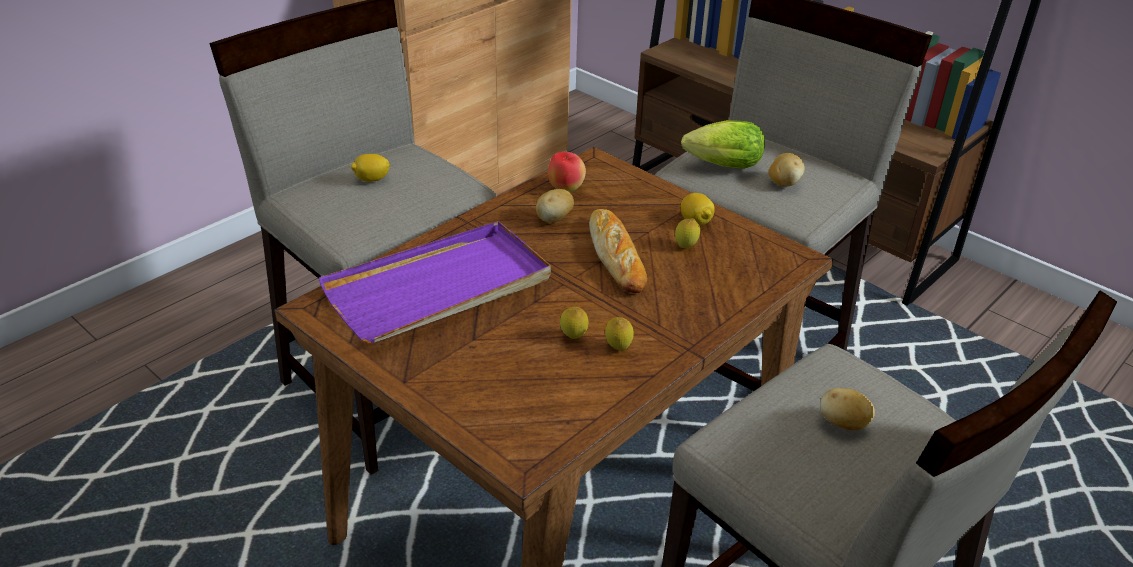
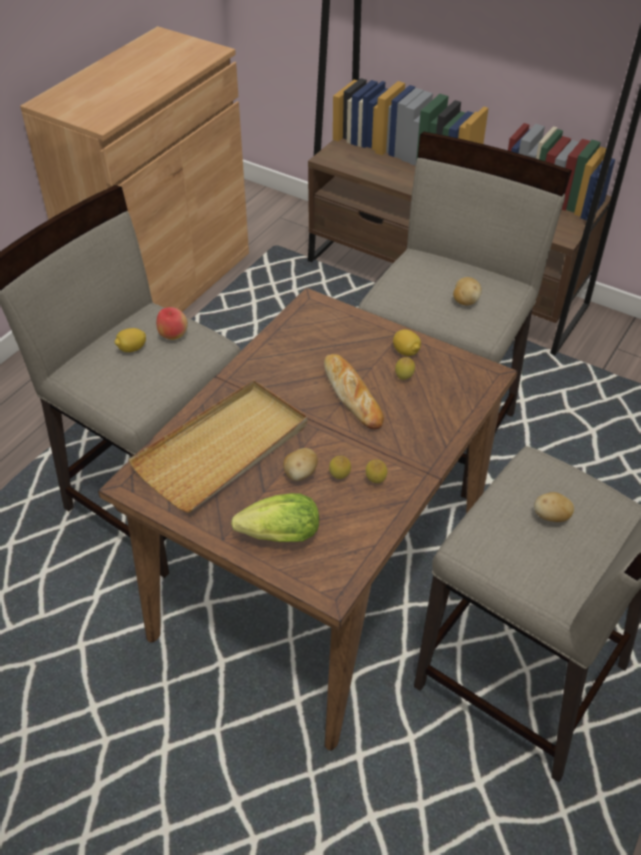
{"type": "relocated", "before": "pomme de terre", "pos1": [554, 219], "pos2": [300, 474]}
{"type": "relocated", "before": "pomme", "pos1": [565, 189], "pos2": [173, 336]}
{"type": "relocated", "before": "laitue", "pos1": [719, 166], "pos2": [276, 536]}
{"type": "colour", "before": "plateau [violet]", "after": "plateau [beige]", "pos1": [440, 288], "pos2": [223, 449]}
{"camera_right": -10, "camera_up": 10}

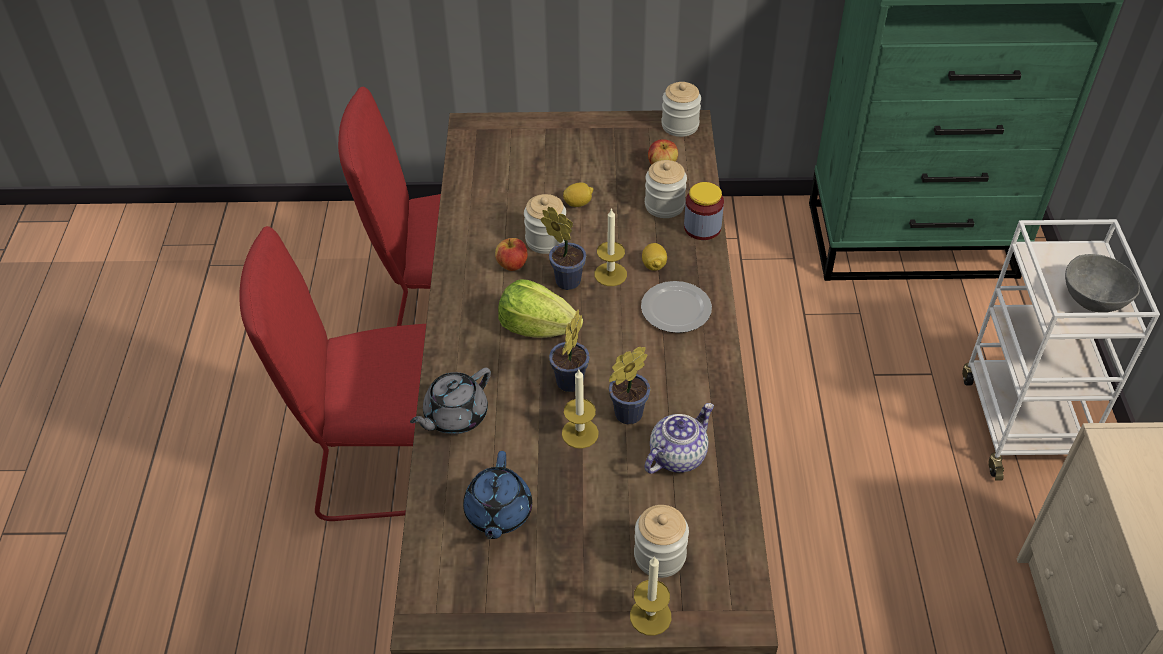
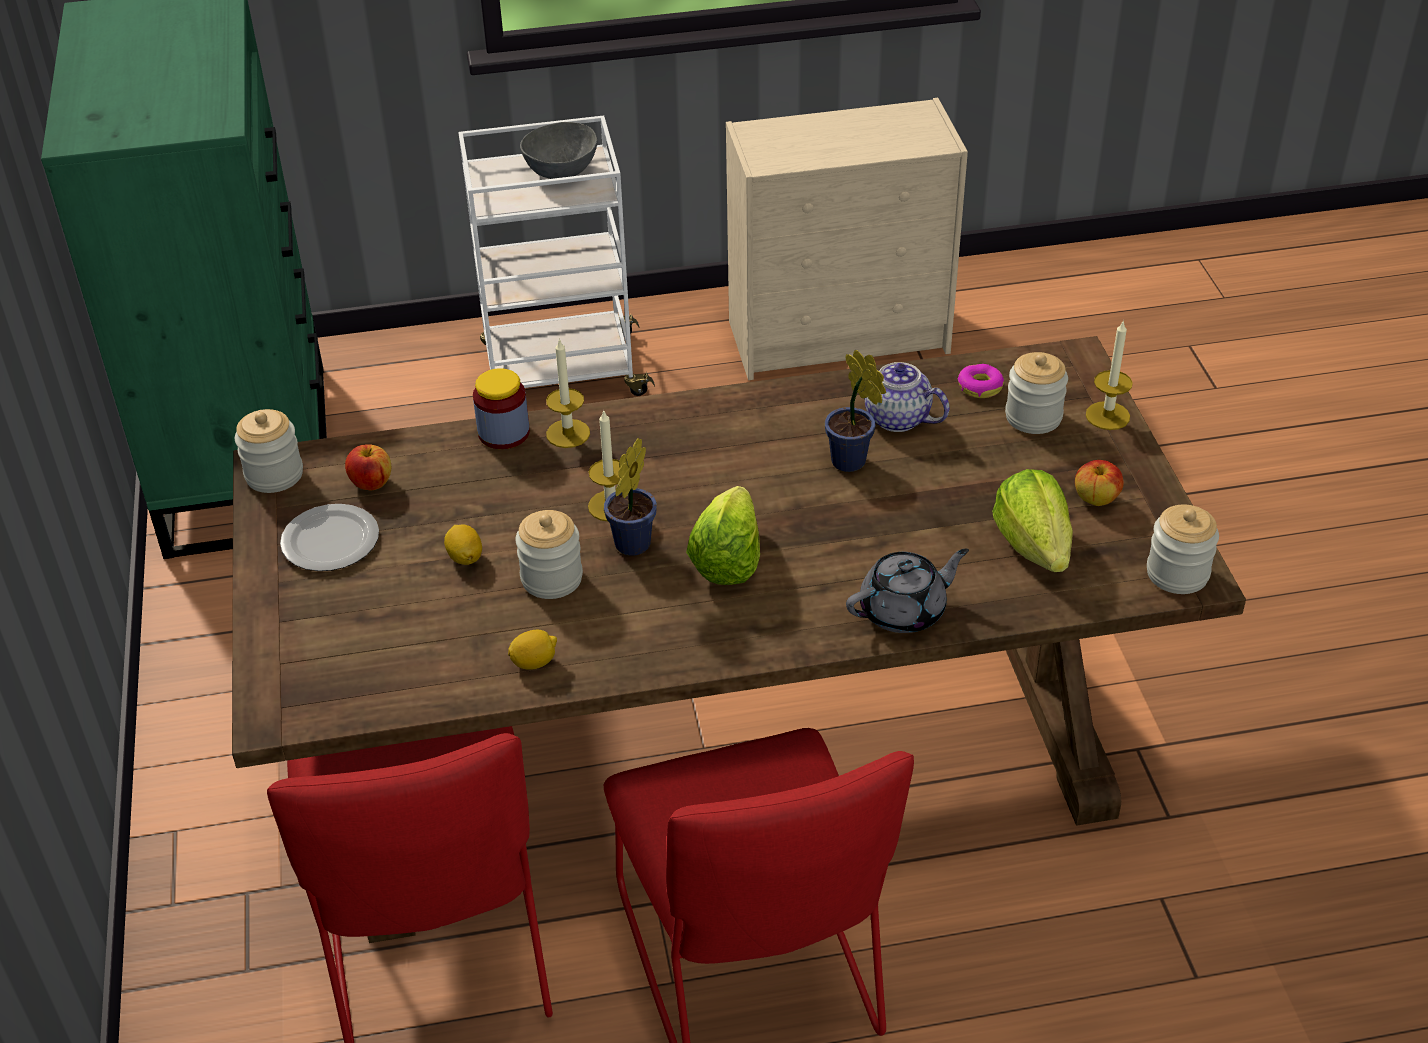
{"type": "missing", "before": "plante en pot", "pos1": [568, 385]}
{"type": "appeared", "after": "beignet", "pos2": [980, 387]}
{"type": "relocated", "before": "pomme", "pos1": [512, 265], "pos2": [1096, 499]}
{"type": "relocated", "before": "bougie", "pos1": [580, 433], "pos2": [568, 433]}
{"type": "relocated", "before": "assiette", "pos1": [675, 309], "pos2": [329, 542]}
{"type": "relocated", "before": "citron", "pos1": [654, 265], "pos2": [534, 662]}
{"type": "relocated", "before": "bocal", "pos1": [664, 205], "pos2": [1177, 573]}
{"type": "exchanged", "before": "théière [bleu]", "after": "laitue", "pos1": [498, 513], "pos2": [1034, 545]}
{"type": "spun", "before": "théière [gris]", "pos1": [454, 416], "pos2": [904, 611], "turn": -60}
{"camera_right": -100, "camera_up": -5}

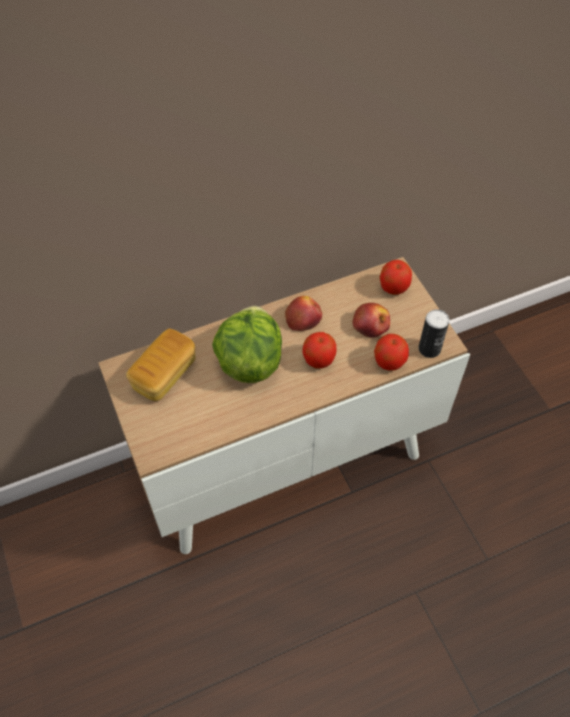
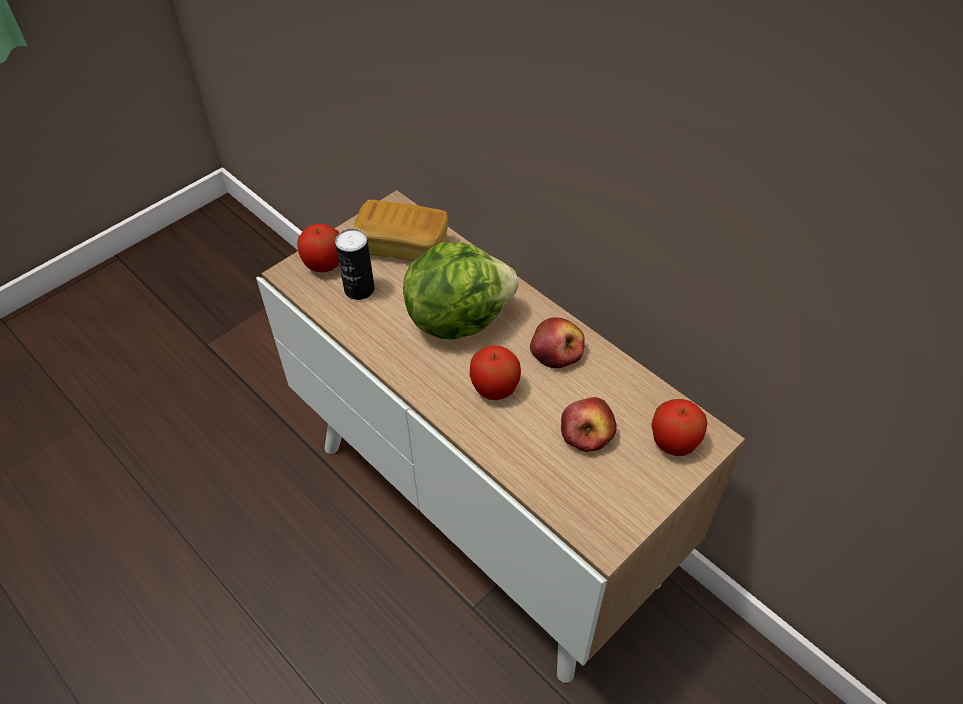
{"type": "relocated", "before": "pomme", "pos1": [389, 362], "pos2": [324, 264]}
{"type": "relocated", "before": "boîte métallique", "pos1": [429, 349], "pos2": [359, 289]}
{"camera_right": 70, "camera_up": -5}

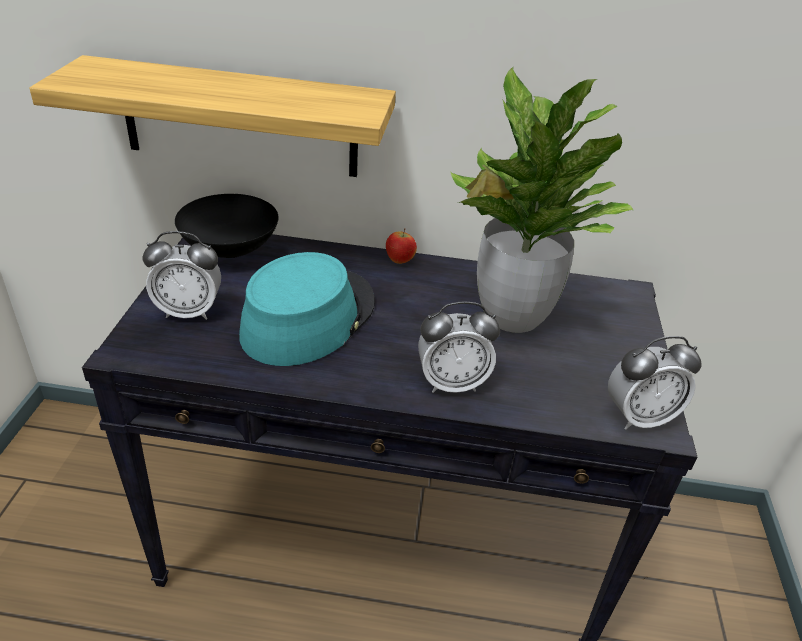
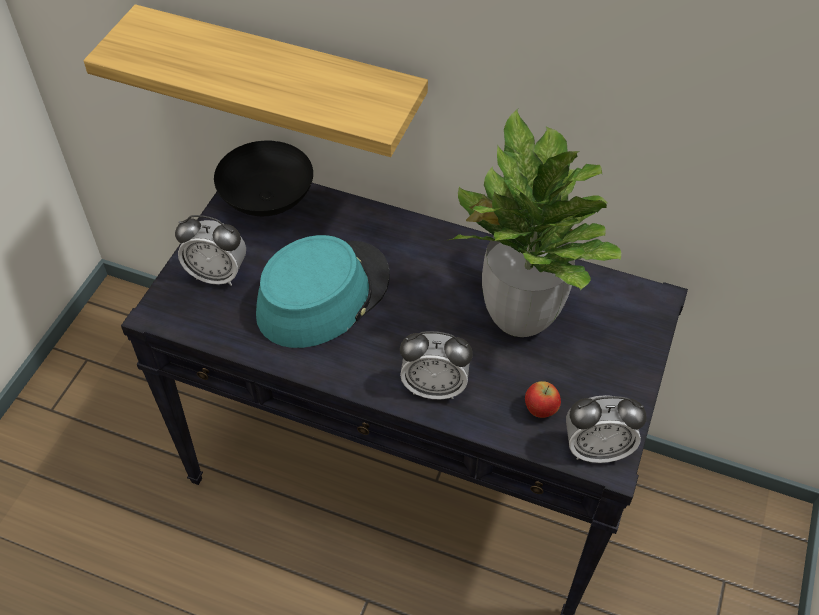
{"type": "relocated", "before": "pomme", "pos1": [399, 261], "pos2": [540, 410]}
{"camera_right": 15, "camera_up": 15}

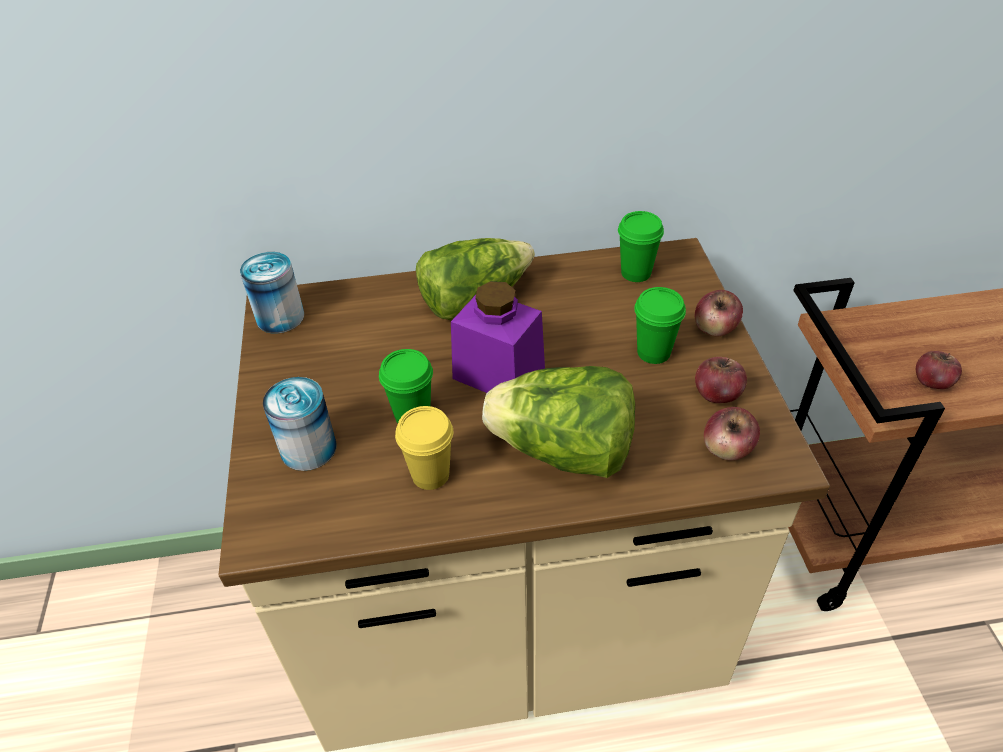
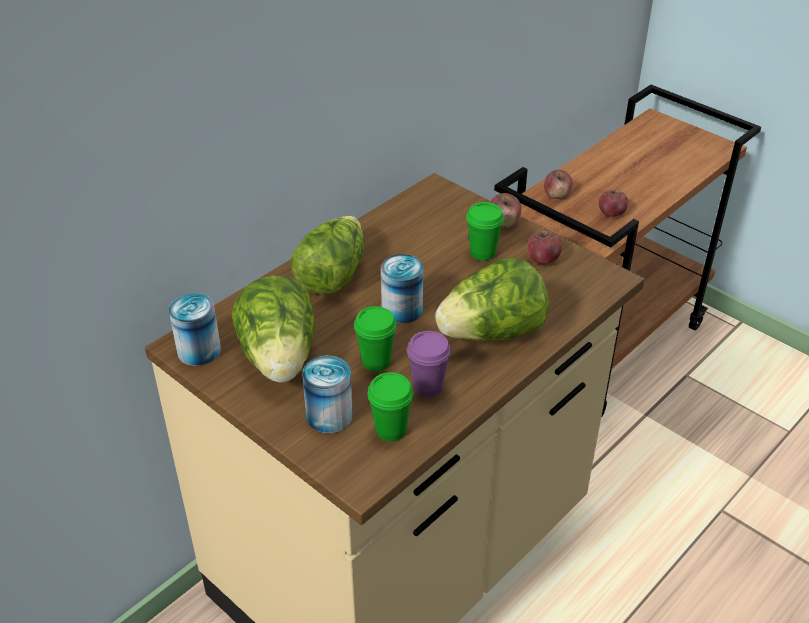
{"type": "appeared", "after": "laitue", "pos2": [280, 359]}
{"type": "relocated", "before": "tasse [vert]", "pos1": [636, 273], "pos2": [390, 430]}
{"type": "relocated", "before": "pomme", "pos1": [727, 449], "pos2": [556, 195]}
{"type": "exchanged", "before": "bocal [violet]", "after": "boîte métallique", "pos1": [498, 373], "pos2": [402, 310]}
{"type": "colour", "before": "tasse [jaune]", "after": "tasse [violet]", "pos1": [430, 475], "pos2": [428, 387]}
{"camera_right": -40, "camera_up": -5}

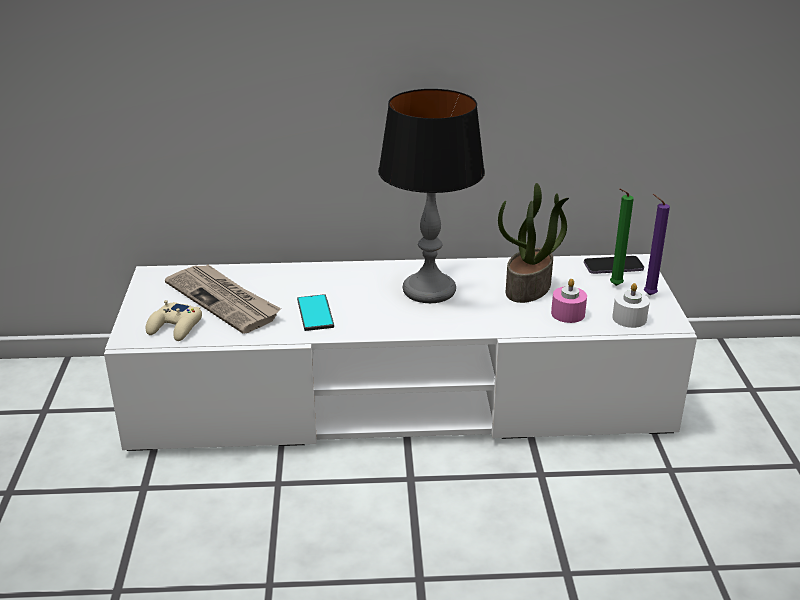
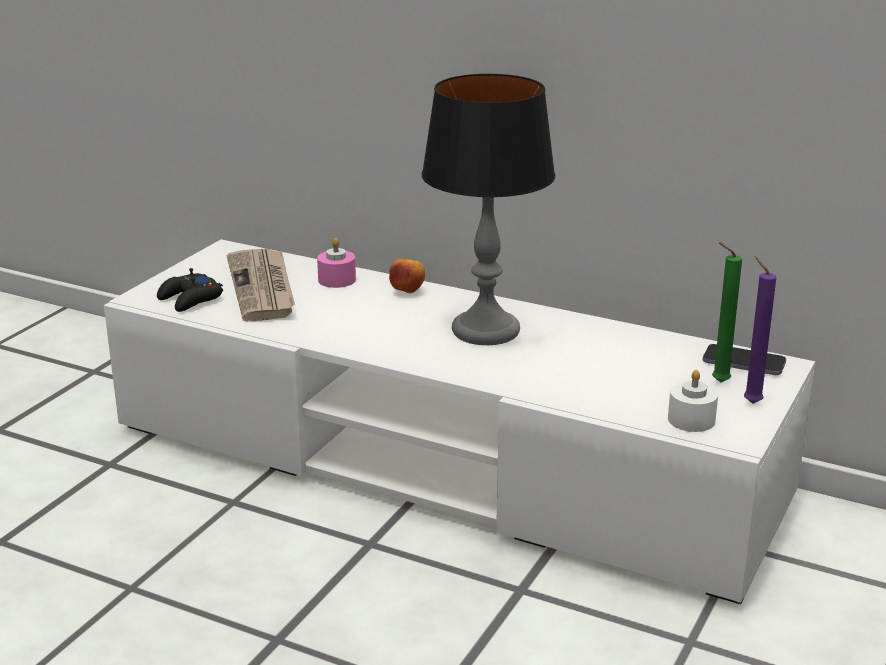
{"type": "missing", "before": "téléphone", "pos1": [315, 313]}
{"type": "missing", "before": "plante en pot", "pos1": [529, 289]}
{"type": "appeared", "after": "pomme", "pos2": [407, 292]}
{"type": "relocated", "before": "bougie [rose]", "pos1": [568, 314], "pos2": [337, 280]}
{"type": "colour", "before": "manette [beige]", "after": "manette [noir]", "pos1": [175, 327], "pos2": [190, 299]}
{"camera_right": 30, "camera_up": -5}

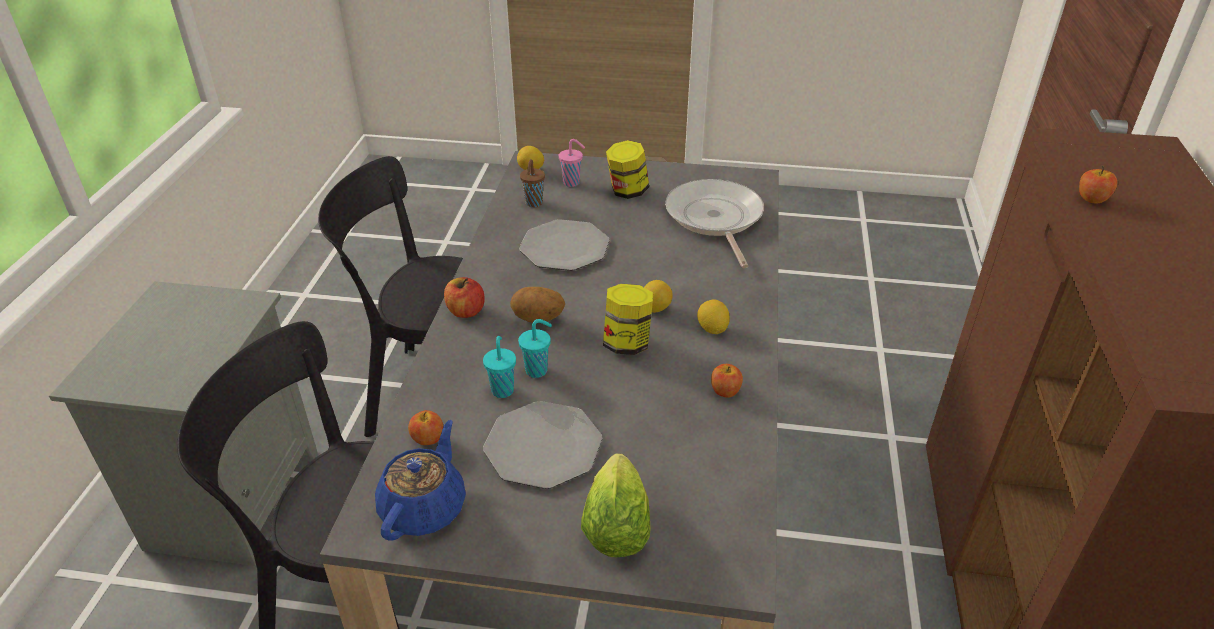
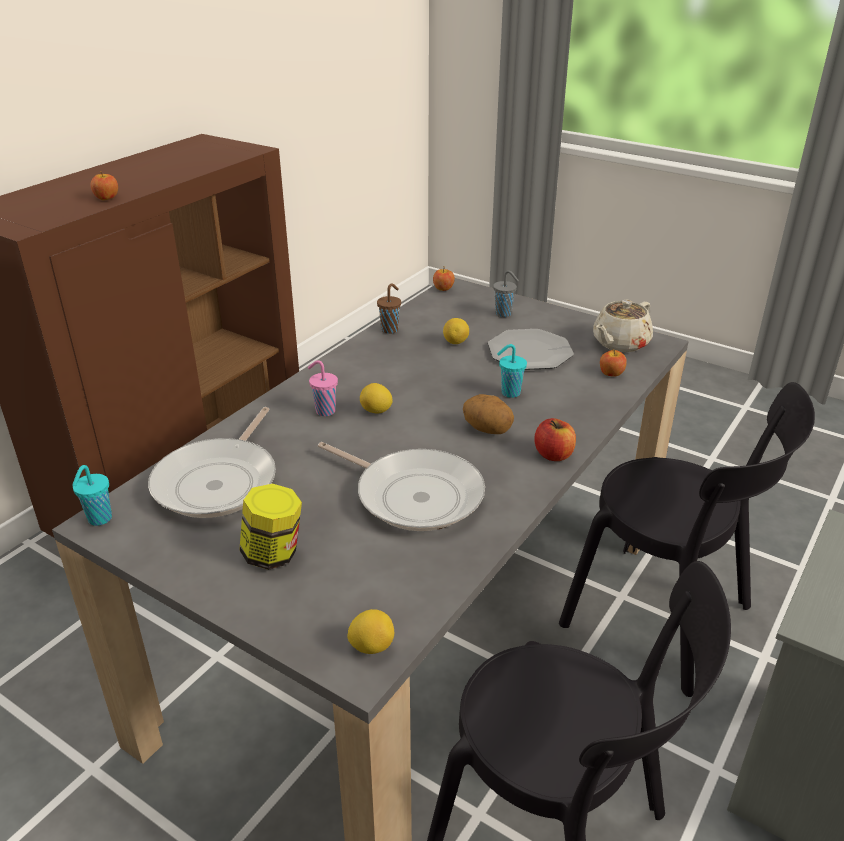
{"type": "missing", "before": "bocal", "pos1": [627, 343]}
{"type": "relocated", "before": "tasse [turquoise]", "pos1": [502, 389], "pos2": [98, 519]}
{"type": "relocated", "before": "tasse [marron]", "pos1": [533, 203], "pos2": [390, 329]}
{"type": "relocated", "before": "tasse [rose]", "pos1": [572, 183], "pos2": [324, 411]}
{"type": "relocated", "before": "citron", "pos1": [712, 329], "pos2": [456, 342]}
{"type": "relocated", "before": "pomme", "pos1": [725, 391], "pos2": [443, 289]}
{"type": "exchanged", "before": "assiette", "after": "poêle", "pos1": [564, 247], "pos2": [414, 495]}
{"type": "exchanged", "before": "laitue", "after": "tasse [gris]", "pos1": [616, 522], "pos2": [504, 314]}
{"type": "colour", "before": "théière [bleu]", "after": "théière [beige]", "pos1": [424, 507], "pos2": [619, 343]}
{"camera_right": -155, "camera_up": -5}

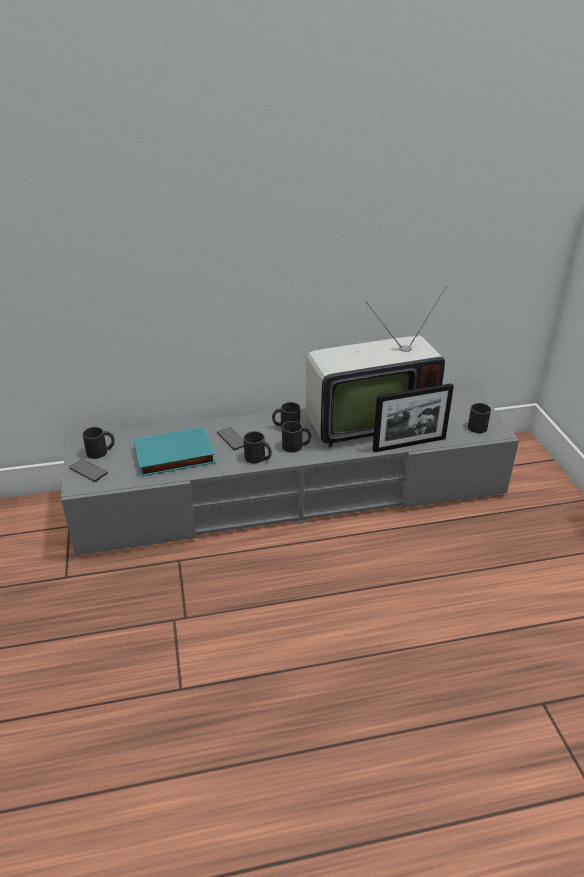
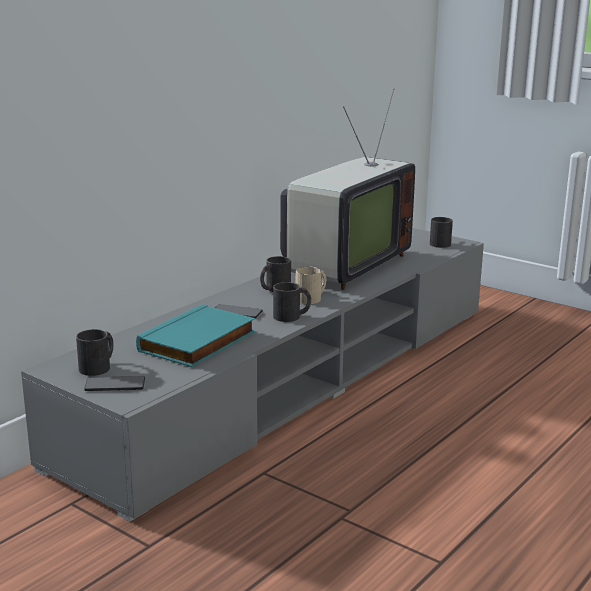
{"type": "missing", "before": "cadre photo", "pos1": [409, 444]}
{"type": "colour", "before": "mug [noir]", "after": "mug [beige]", "pos1": [296, 446], "pos2": [312, 298]}
{"camera_right": -40, "camera_up": -15}

